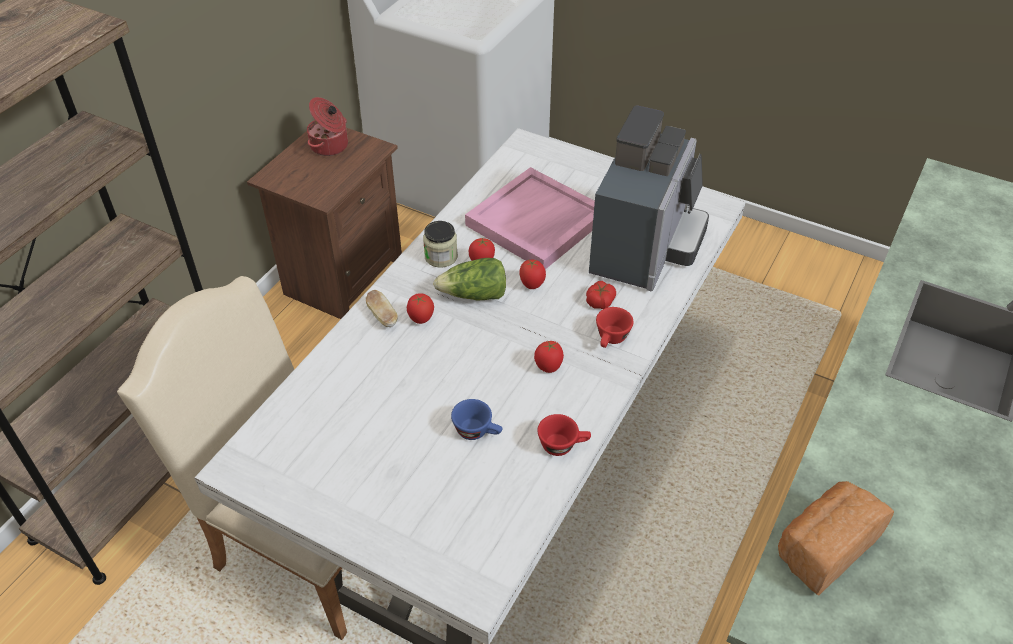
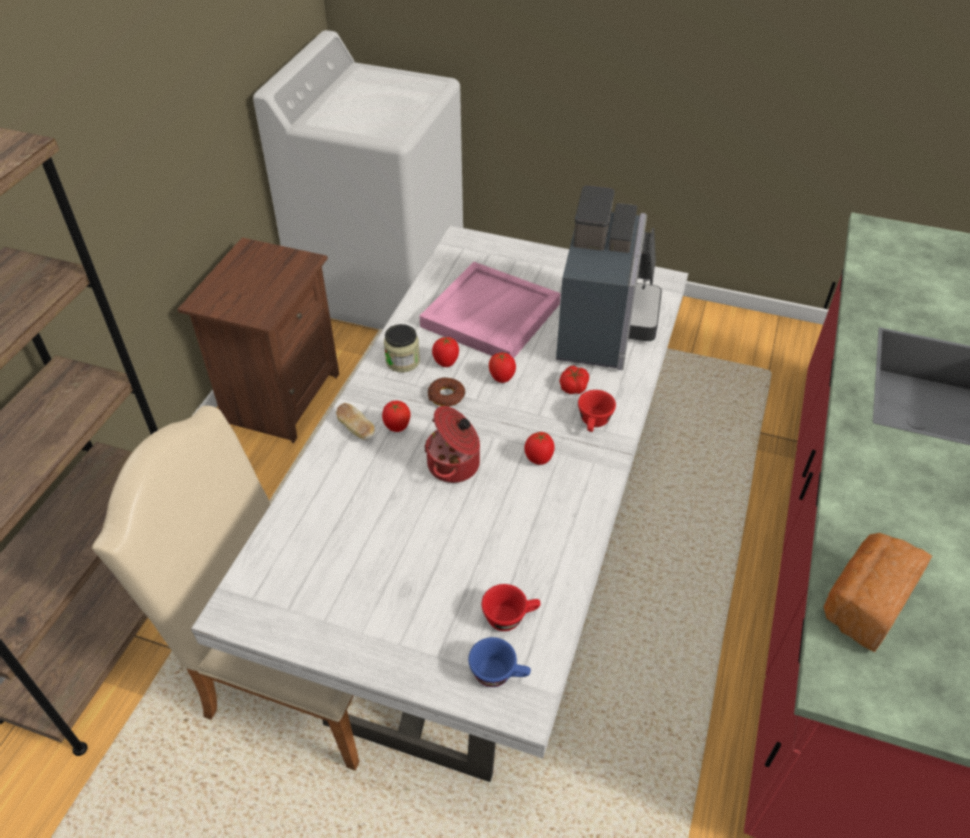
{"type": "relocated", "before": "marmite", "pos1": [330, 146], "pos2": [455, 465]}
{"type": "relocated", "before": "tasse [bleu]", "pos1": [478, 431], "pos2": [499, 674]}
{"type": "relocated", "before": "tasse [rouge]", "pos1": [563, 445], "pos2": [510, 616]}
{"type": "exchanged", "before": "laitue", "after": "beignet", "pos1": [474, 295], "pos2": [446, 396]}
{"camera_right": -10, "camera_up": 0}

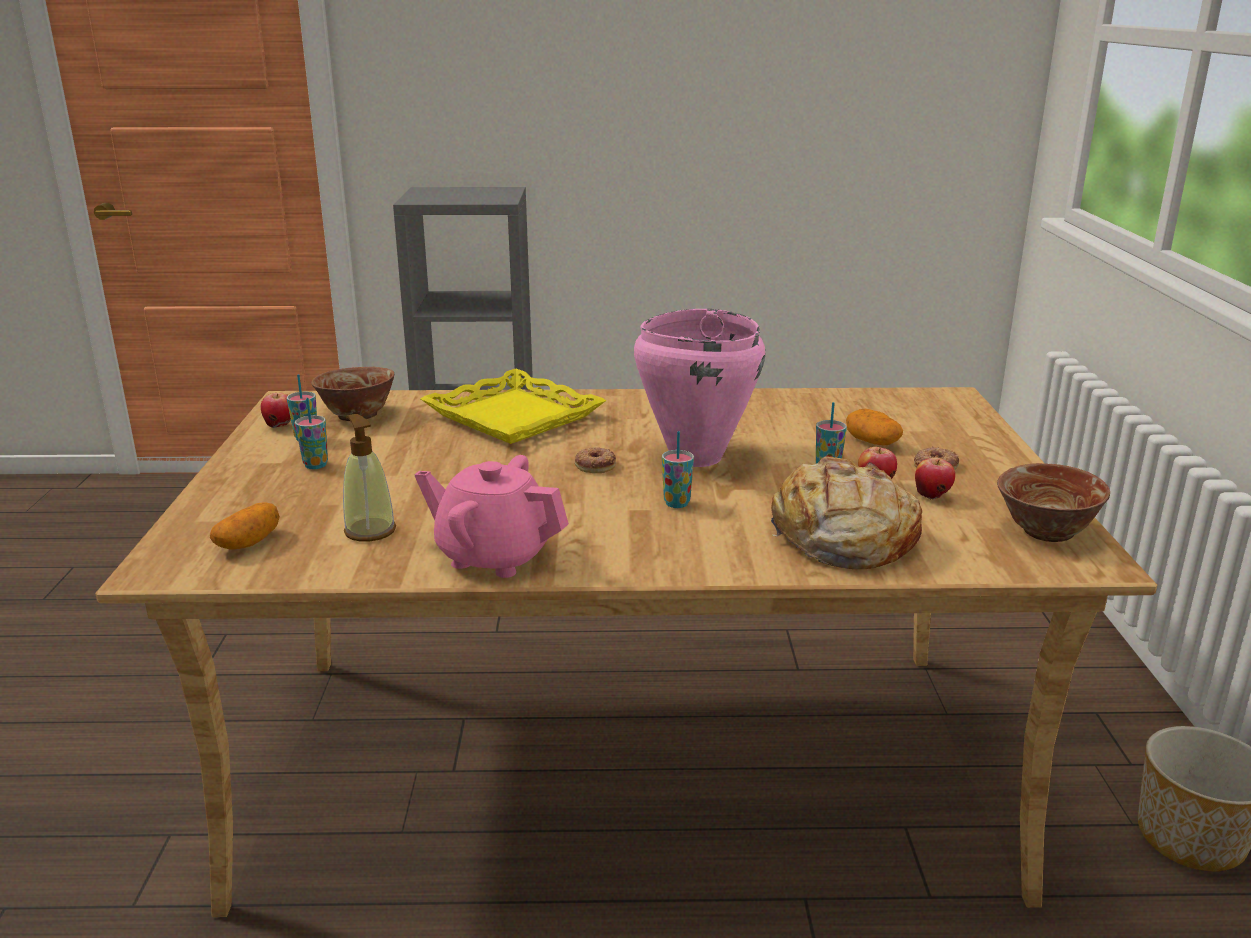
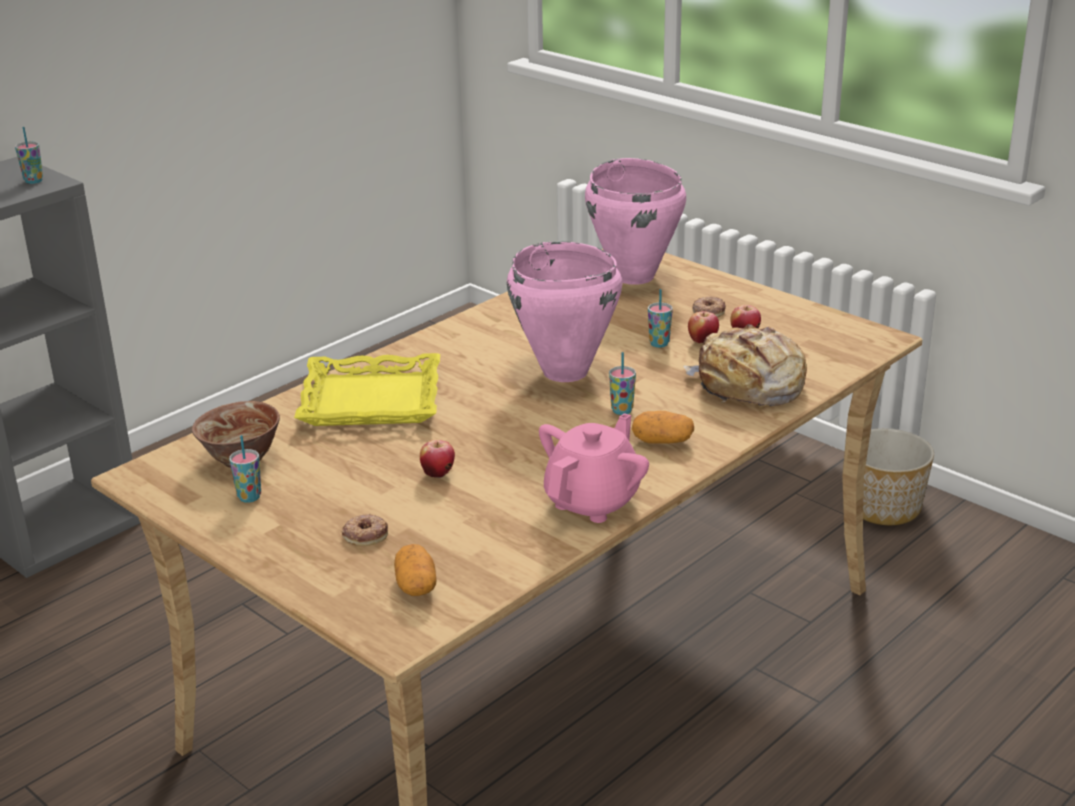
{"type": "missing", "before": "distributeur de savon", "pos1": [370, 531]}
{"type": "missing", "before": "bol", "pos1": [1046, 532]}
{"type": "appeared", "after": "marmite [rose]", "pos2": [634, 276]}
{"type": "relocated", "before": "pomme", "pos1": [280, 426], "pos2": [438, 474]}
{"type": "relocated", "before": "tasse", "pos1": [315, 465], "pos2": [34, 181]}
{"type": "relocated", "before": "beignet", "pos1": [595, 465], "pos2": [365, 534]}
{"type": "relocated", "before": "pomme de terre", "pos1": [872, 442], "pos2": [662, 441]}
{"type": "spun", "before": "théière [rose]", "pos1": [494, 556], "pos2": [593, 501], "turn": 150}
{"camera_right": -45, "camera_up": 5}

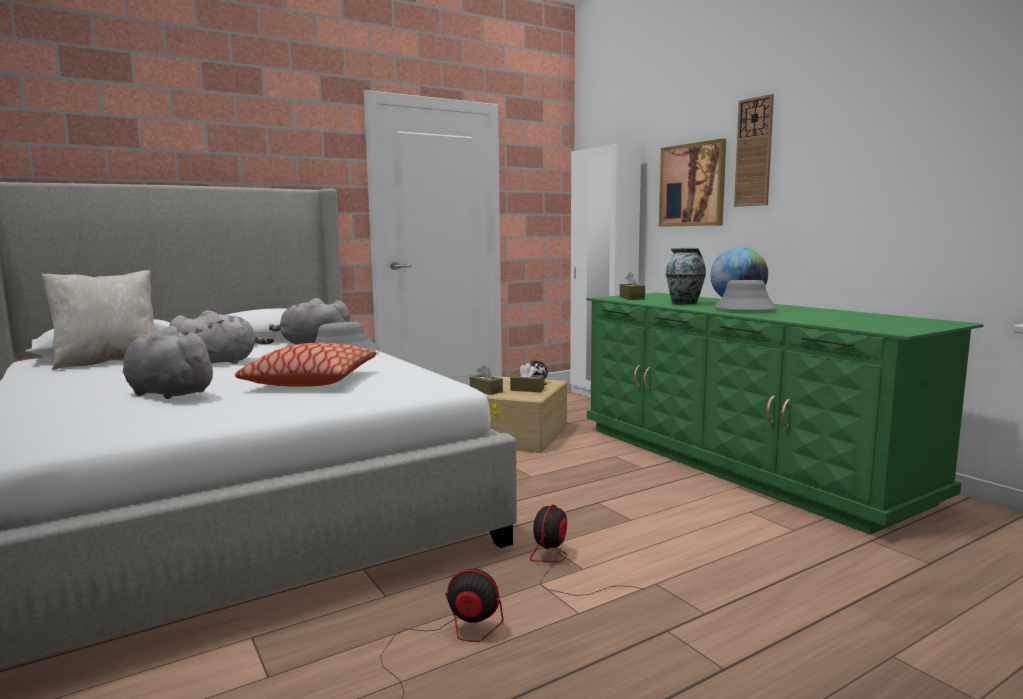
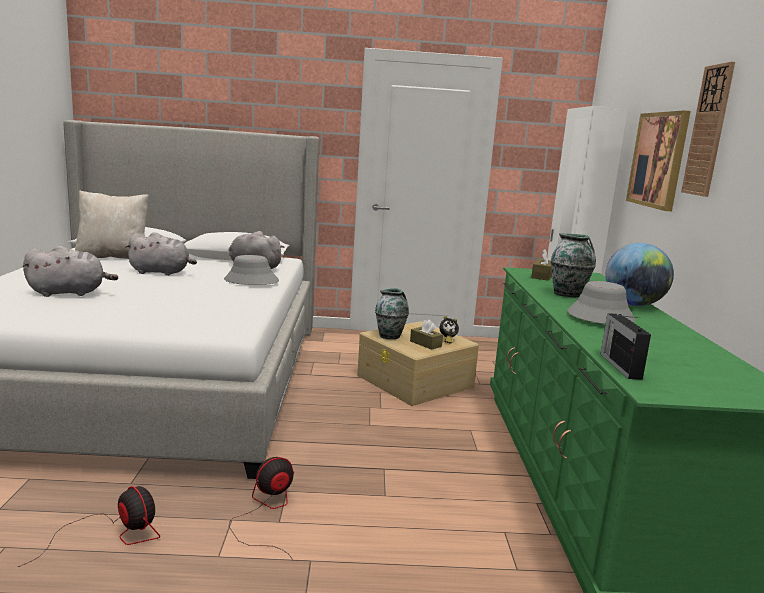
{"type": "missing", "before": "coussin", "pos1": [311, 381]}
{"type": "appeared", "after": "radio", "pos2": [620, 365]}
{"type": "exchanged", "before": "boîte à mouchoirs [marron]", "after": "vase", "pos1": [486, 391], "pos2": [390, 336]}
{"type": "spun", "before": "peluche [gris]", "pos1": [168, 393], "pos2": [70, 293], "turn": 105}
{"camera_right": 30, "camera_up": 5}

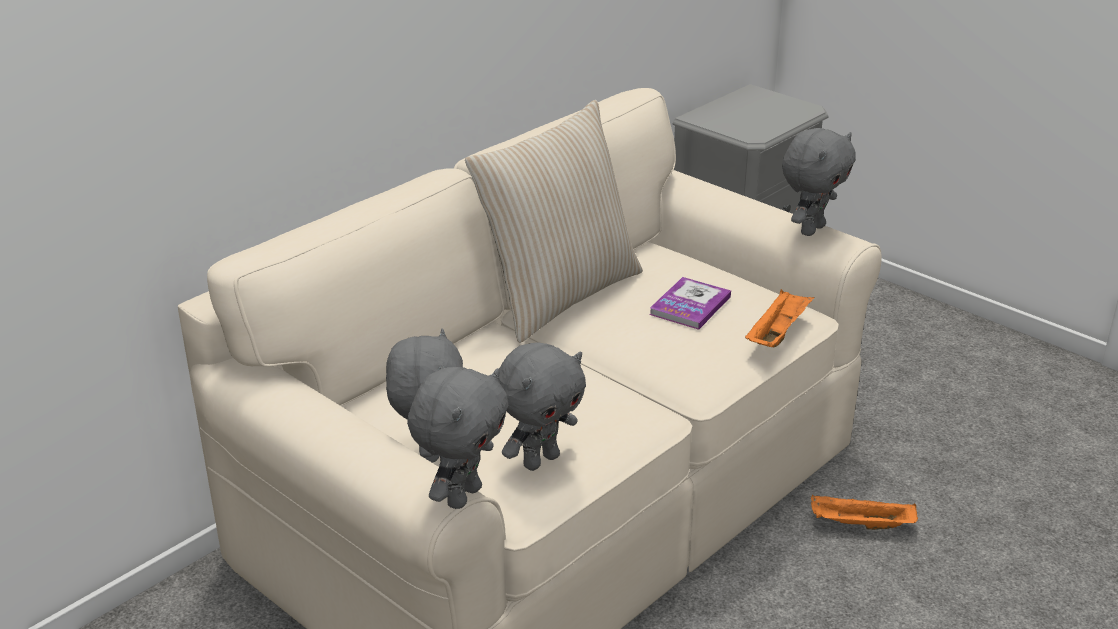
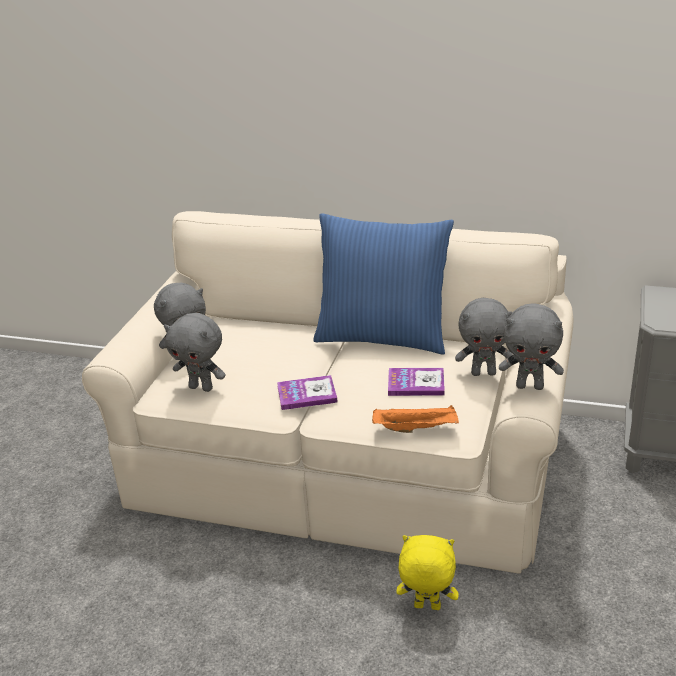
{"type": "appeared", "after": "livre", "pos2": [307, 394]}
{"type": "relocated", "before": "peluche [gris]", "pos1": [462, 496], "pos2": [484, 373]}
{"type": "exchanged", "before": "plateau [orange]", "after": "peluche [jaune]", "pos1": [860, 525], "pos2": [426, 608]}
{"type": "colour", "before": "coussin [beige]", "after": "coussin [bleu]", "pos1": [558, 295], "pos2": [383, 336]}
{"camera_right": 65, "camera_up": 0}

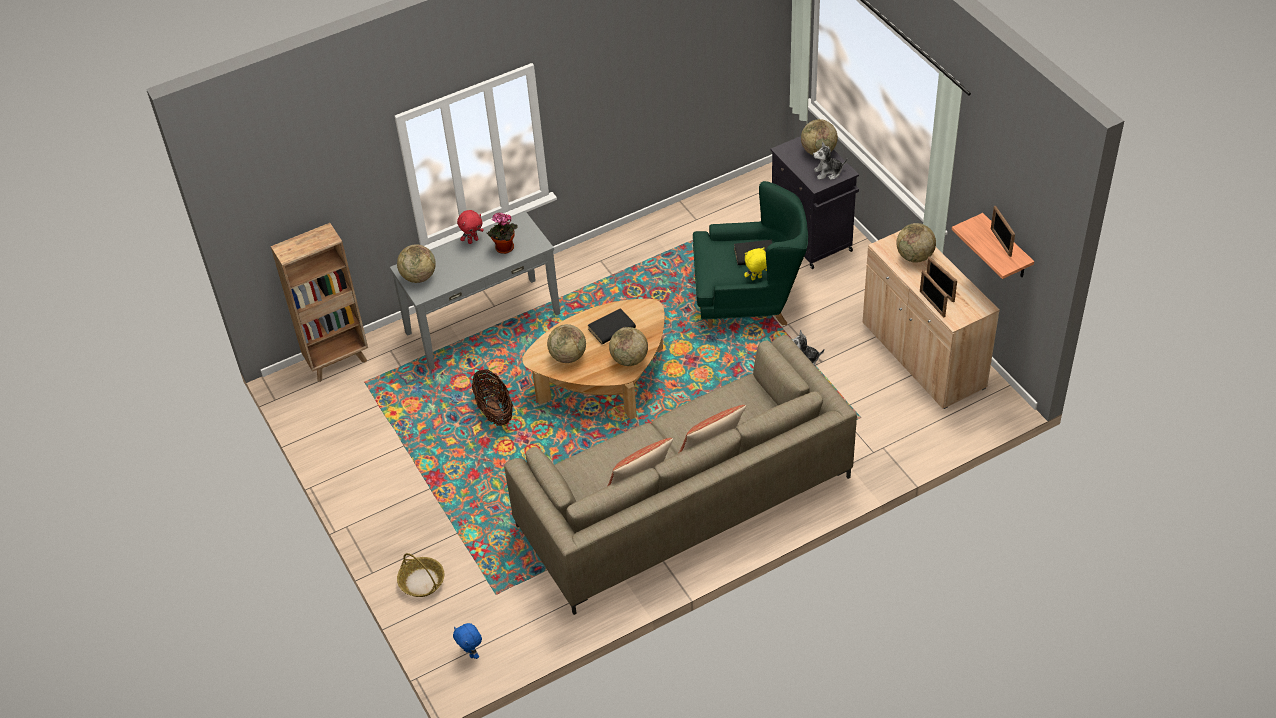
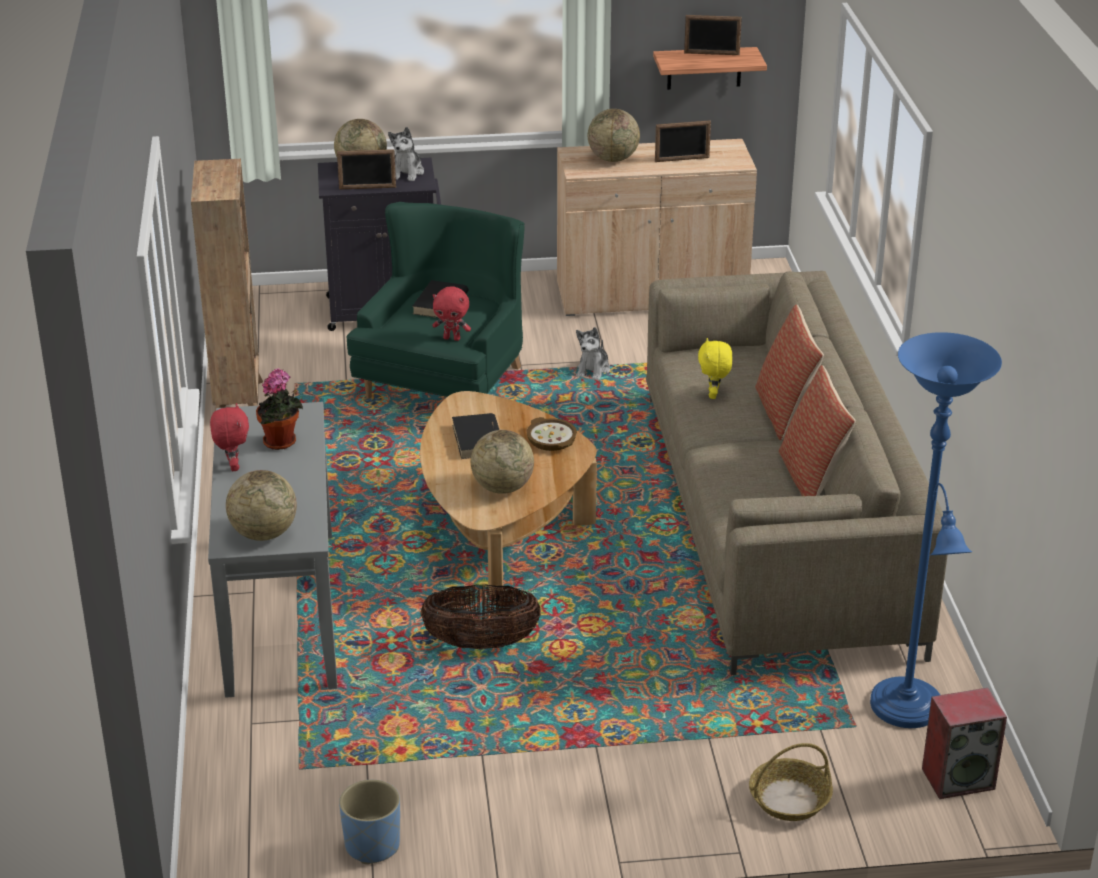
{"type": "appeared", "after": "cache-pot [bleu]", "pos2": [373, 845]}
{"type": "appeared", "after": "peluche [rouge]", "pos2": [452, 338]}
{"type": "appeared", "after": "lampadaire [bleu]", "pos2": [909, 711]}
{"type": "relocated", "before": "bibliothèque [marron]", "pos1": [338, 361], "pos2": [238, 400]}
{"type": "relocated", "before": "peluche [jaune]", "pos1": [756, 278], "pos2": [714, 395]}
{"type": "relocated", "before": "cadre photo", "pos1": [932, 304], "pos2": [367, 188]}
{"type": "exchanged", "before": "peluche [bleu]", "after": "enceinte", "pos1": [471, 653], "pos2": [958, 778]}
{"type": "exchanged", "before": "globe", "after": "bol", "pos1": [629, 359], "pos2": [552, 439]}
{"camera_right": -70, "camera_up": -15}

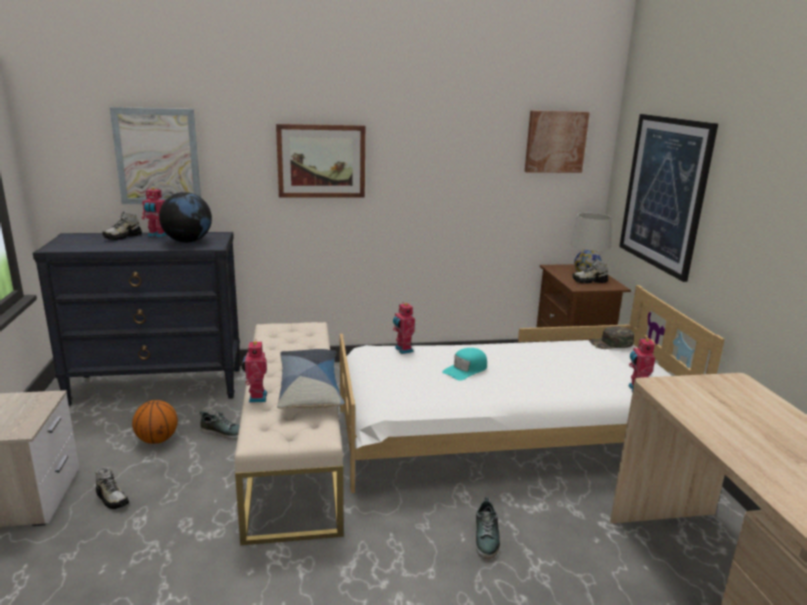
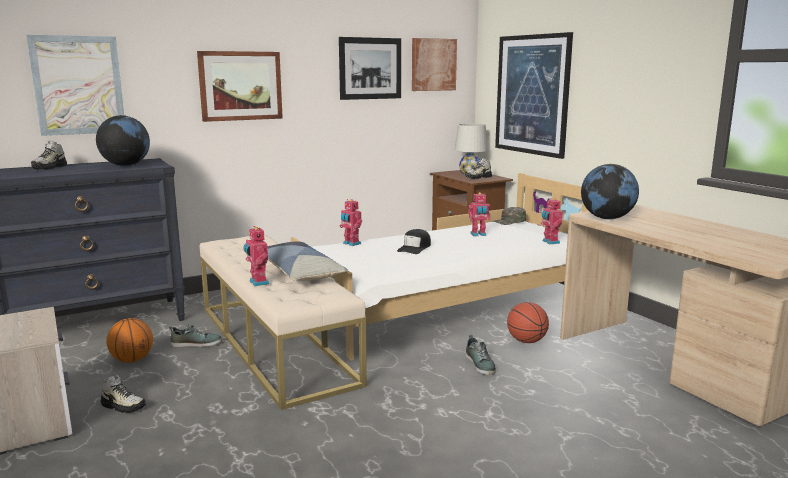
{"type": "appeared", "after": "tableau", "pos2": [370, 68]}
{"type": "appeared", "after": "ballon de basket", "pos2": [526, 341]}
{"type": "appeared", "after": "globe", "pos2": [607, 218]}
{"type": "relocated", "before": "robot jouet", "pos1": [157, 235], "pos2": [478, 235]}
{"type": "colour", "before": "casquette [turquoise]", "after": "casquette [noir]", "pos1": [466, 370], "pos2": [415, 248]}
{"camera_right": -20, "camera_up": -5}

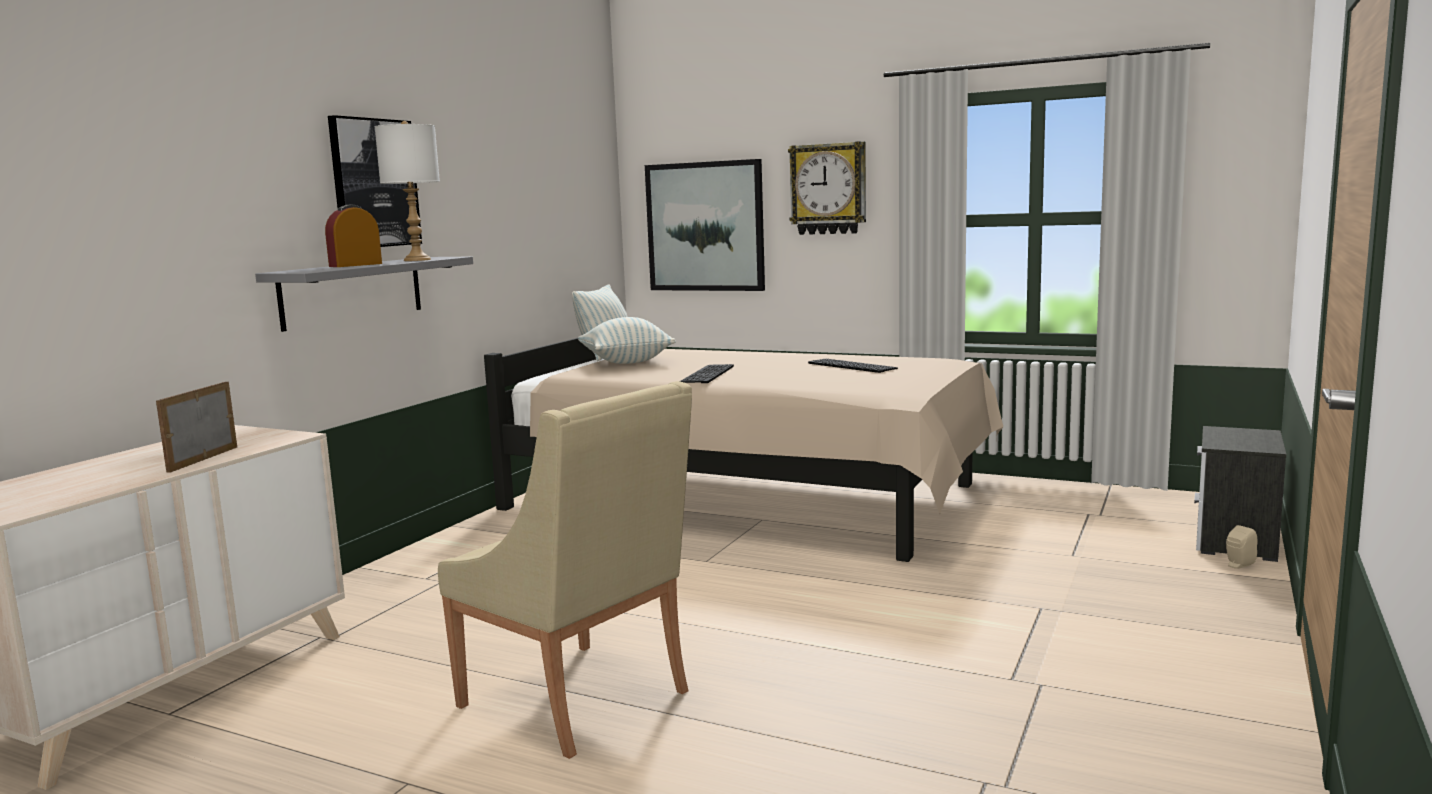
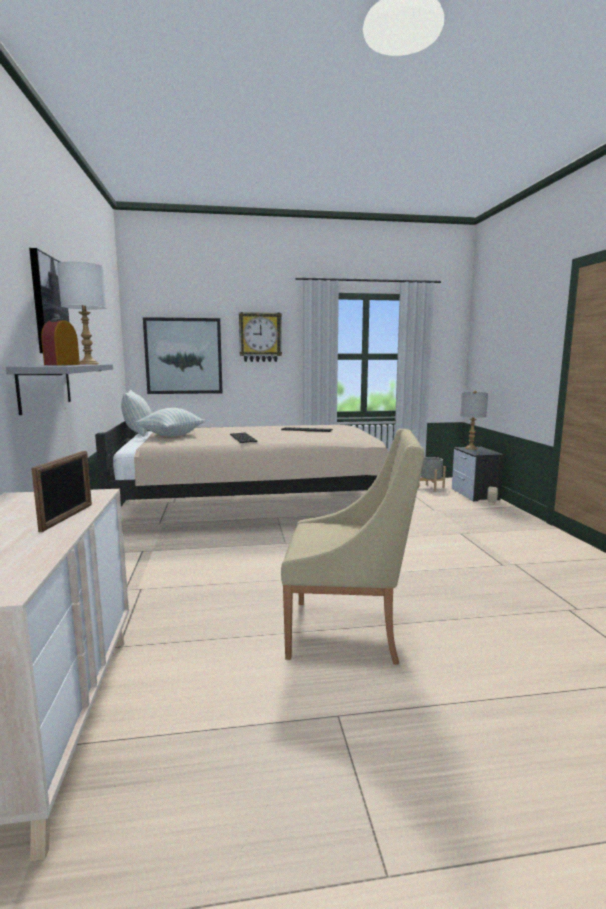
{"type": "appeared", "after": "cache-pot [gris]", "pos2": [430, 487]}
{"type": "appeared", "after": "lampe de table [gris]", "pos2": [471, 448]}
{"type": "spun", "before": "cadre photo", "pos1": [202, 459], "pos2": [67, 517], "turn": -150}
{"camera_right": -35, "camera_up": 0}

